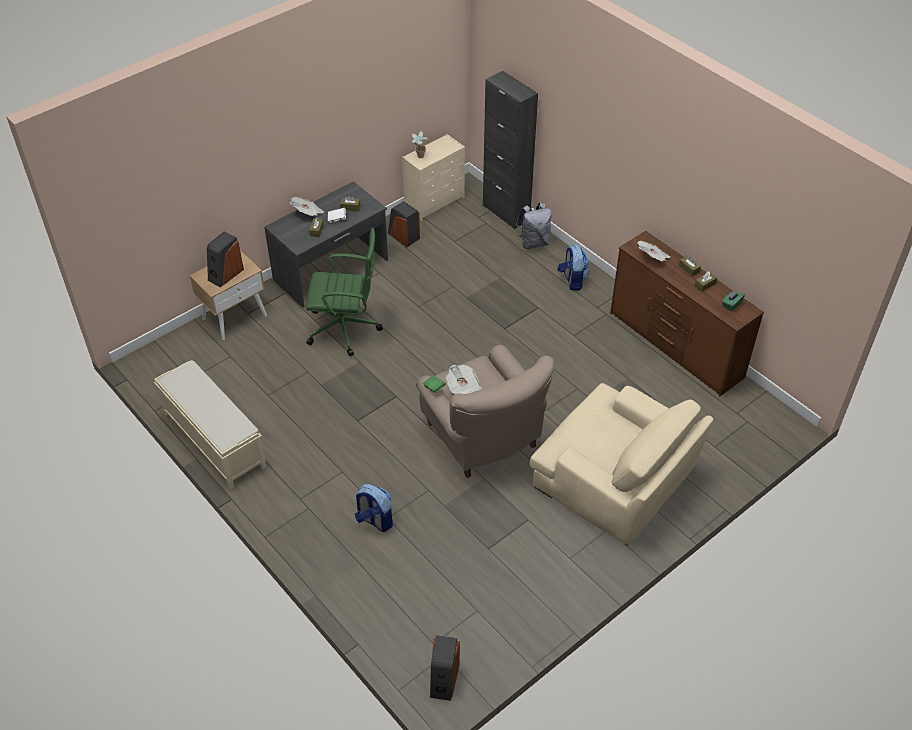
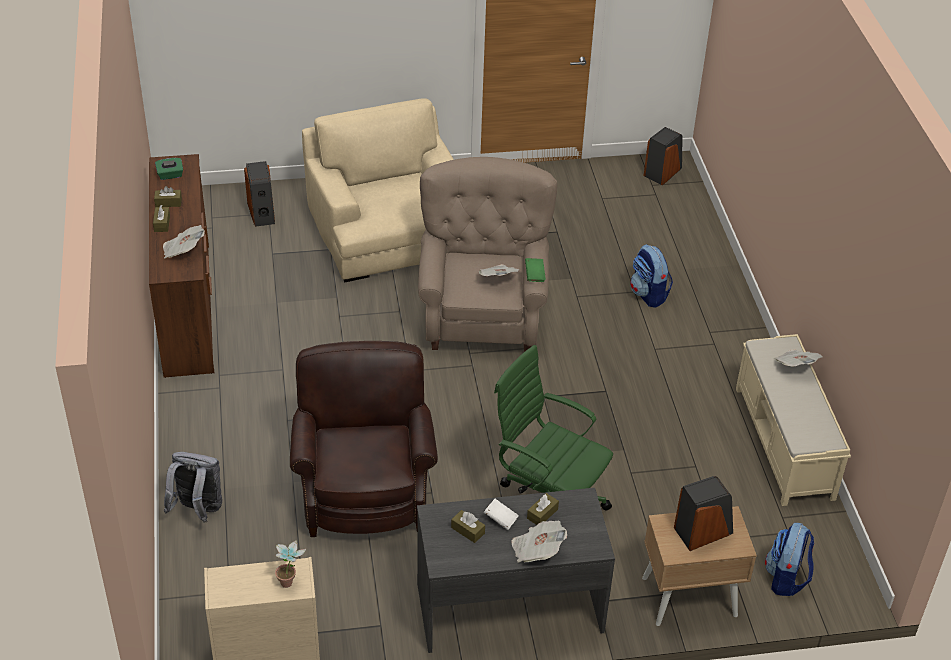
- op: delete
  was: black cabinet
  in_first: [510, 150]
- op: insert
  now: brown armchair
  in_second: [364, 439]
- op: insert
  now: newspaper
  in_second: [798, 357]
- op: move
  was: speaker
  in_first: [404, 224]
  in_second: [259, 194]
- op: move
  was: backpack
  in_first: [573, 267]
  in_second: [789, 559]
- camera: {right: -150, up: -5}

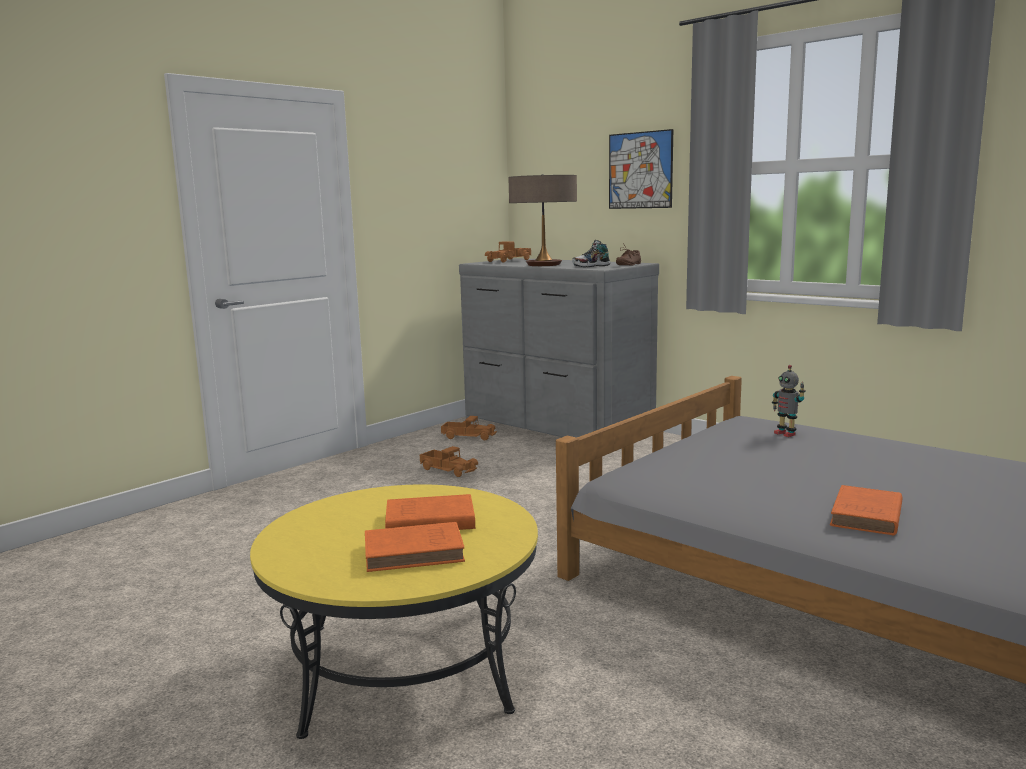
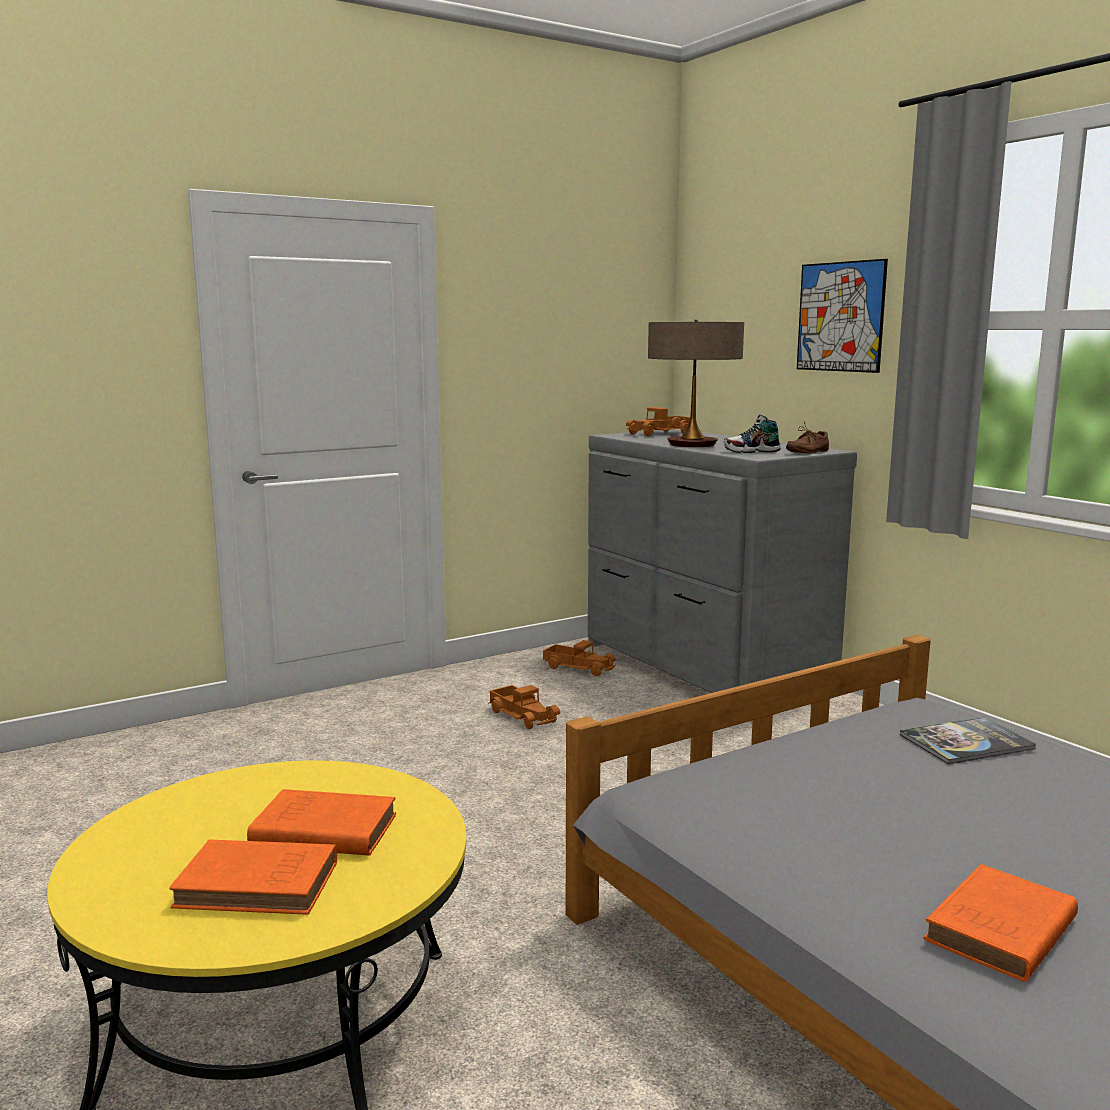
- op: replace
  was: toy robot
  now: book
  in_first: [789, 401]
  in_second: [968, 740]
- camera: {right: 15, up: 0}

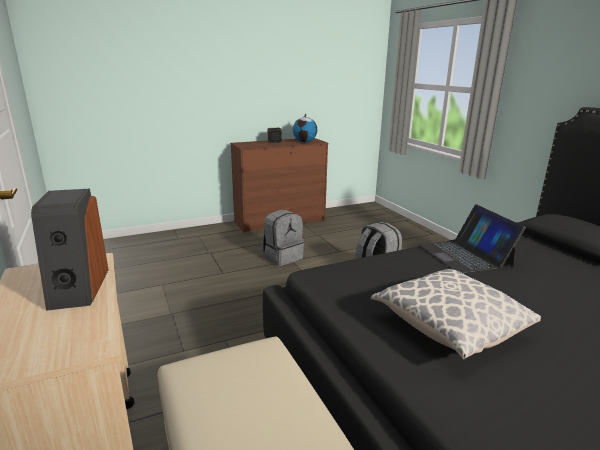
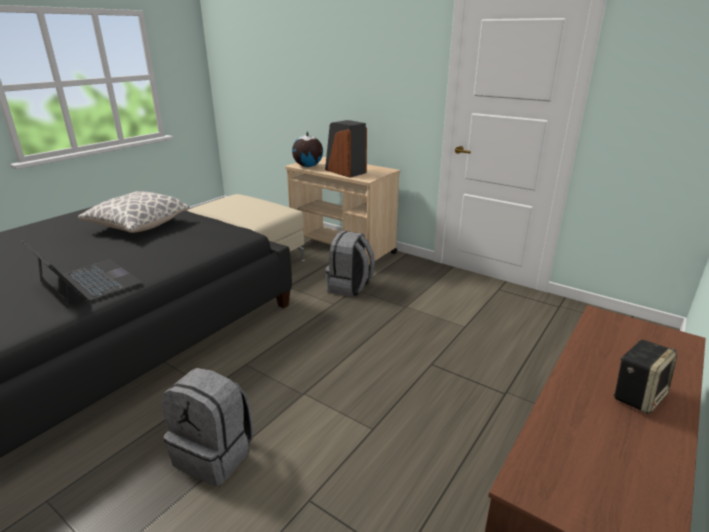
- op: move
  was: grey backpack
  in_first: [283, 238]
  in_second: [350, 264]
- op: move
  was: globe
  in_first: [305, 128]
  in_second: [307, 149]
- camera: {right: 150, up: 5}

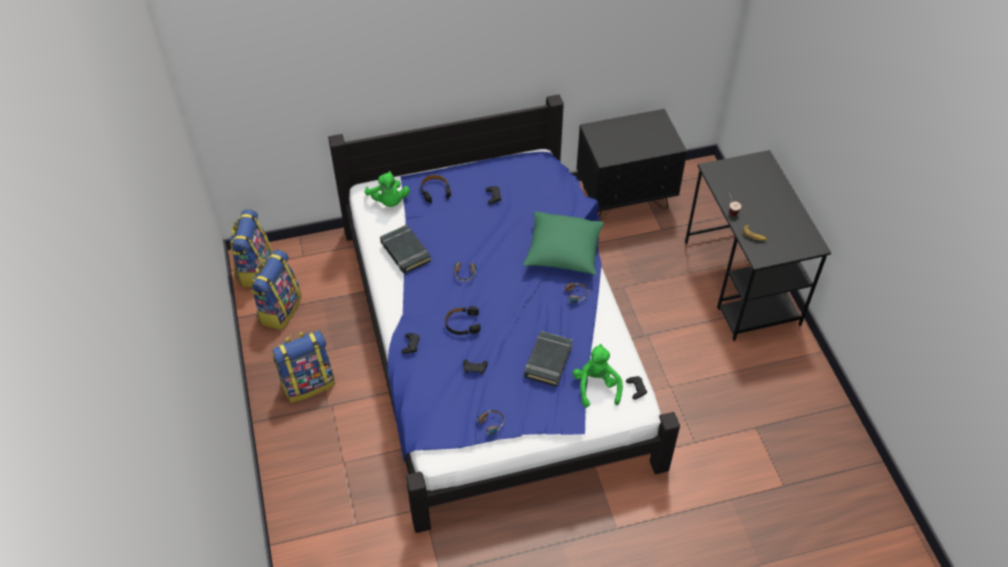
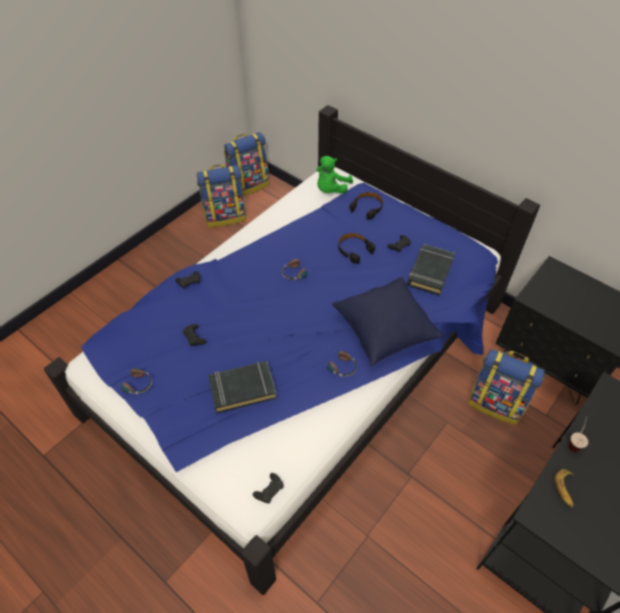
- op: delete
  was: green plush toy
  in_first: [598, 376]
- op: move
  was: backpack
  in_first: [303, 367]
  in_second: [506, 387]
- op: move
  was: black book
  in_first: [405, 249]
  in_second: [431, 270]
- op: move
  was: black headphones
  in_first: [463, 320]
  in_second: [356, 248]
- op: recolor
  was: green pillow
  now: blue pillow
  in_first: [563, 243]
  in_second: [388, 322]
- camera: {right: 55, up: 0}

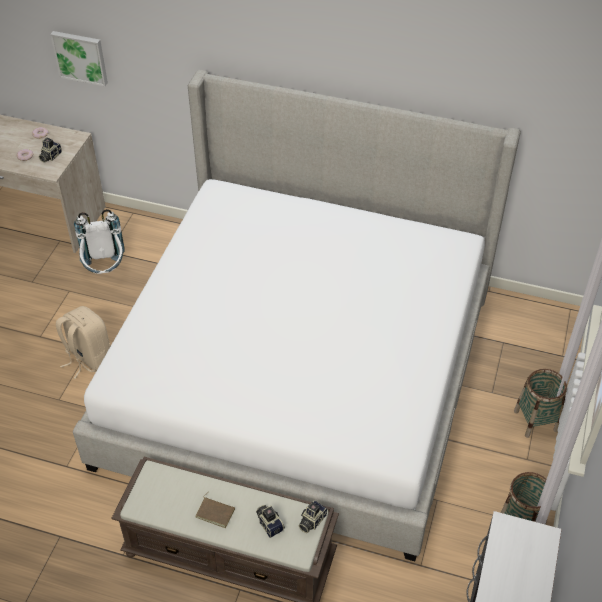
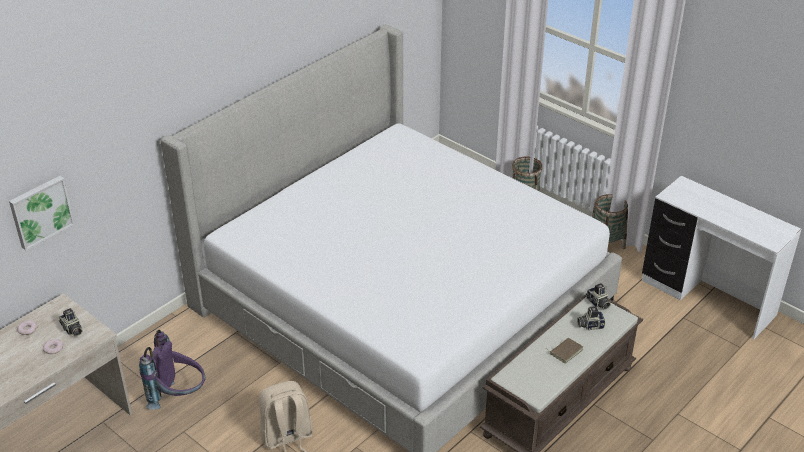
- op: recolor
  was: white backpack
  now: purple backpack
  in_first: [99, 241]
  in_second: [172, 369]
- camera: {right: -65, up: -10}

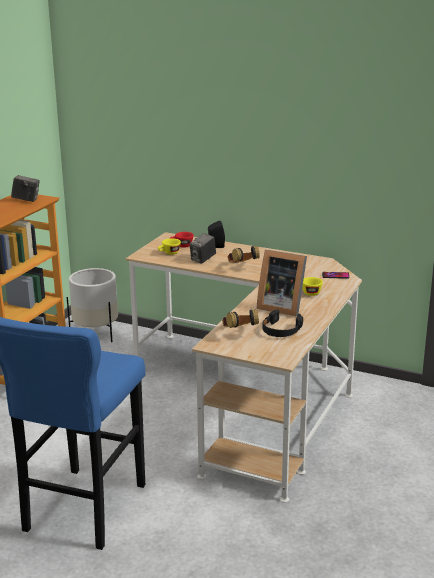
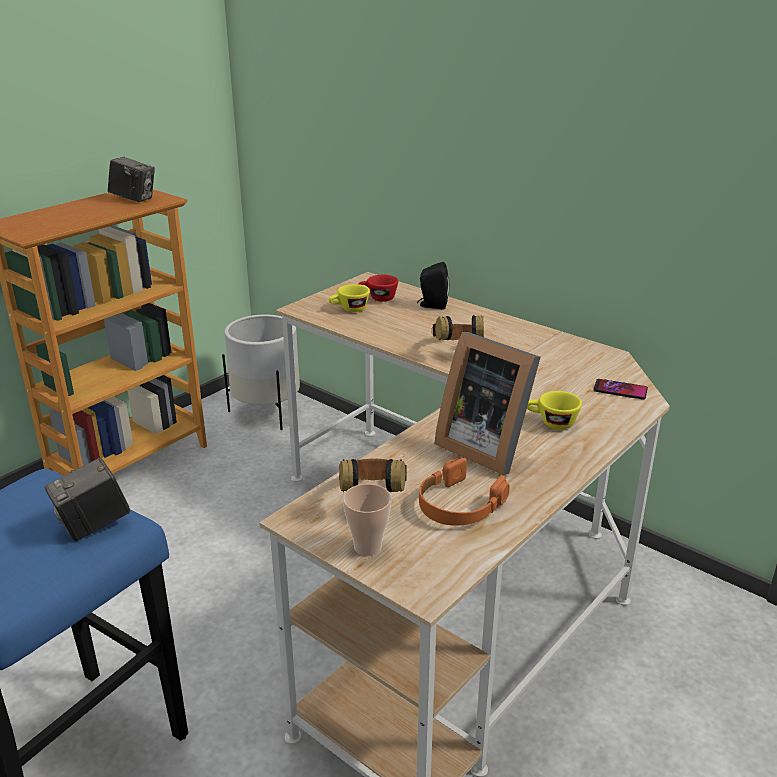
- op: insert
  now: cup
  in_second: [367, 520]
- op: move
  was: photo camera
  in_first: [203, 248]
  in_second: [87, 499]
- op: recolor
  was: black headphones
  now: orange headphones
  in_first: [283, 323]
  in_second: [464, 492]
- camera: {right: 15, up: 5}

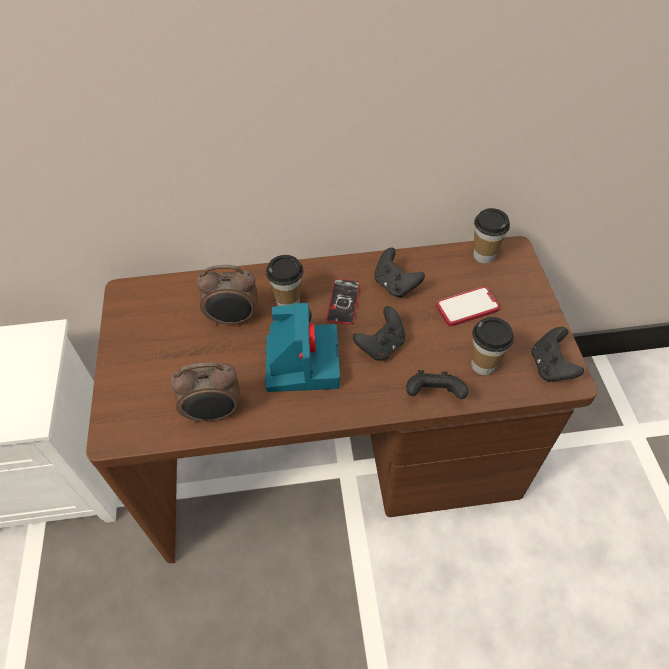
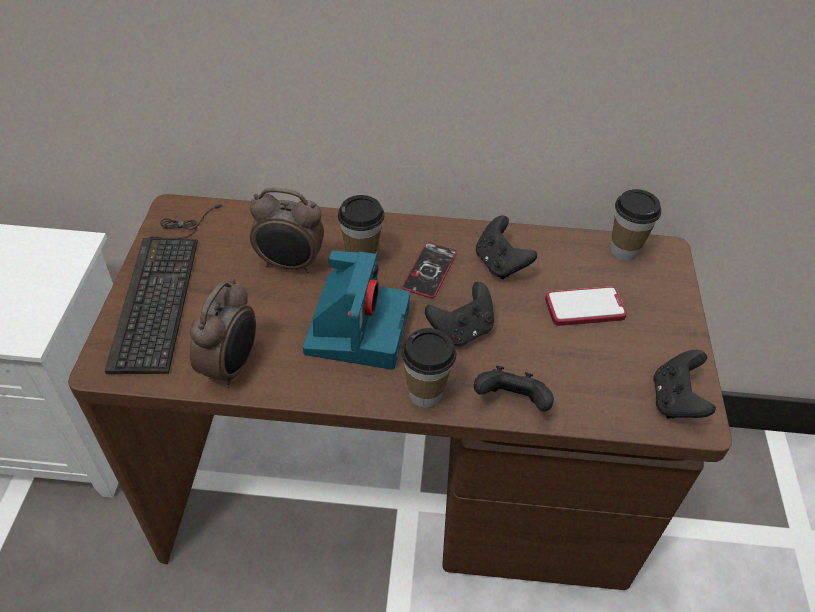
- op: insert
  now: keyboard
  in_second: [163, 289]
- op: move
  was: cup
  in_first: [492, 346]
  in_second: [428, 368]
- op: rotate
  was: alarm clock
  in_first: [205, 392]
  in_second: [223, 333]
  clockwise: -75
- camera: {right: 10, up: -5}

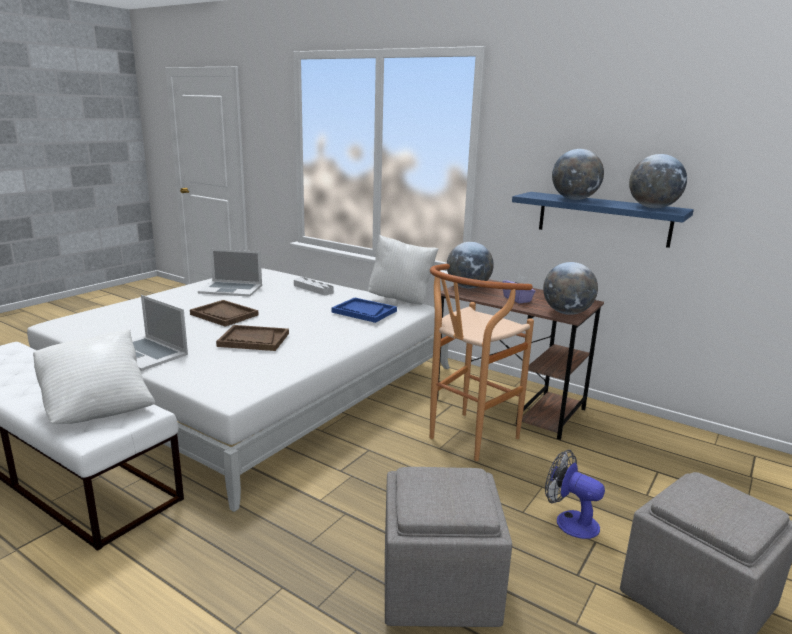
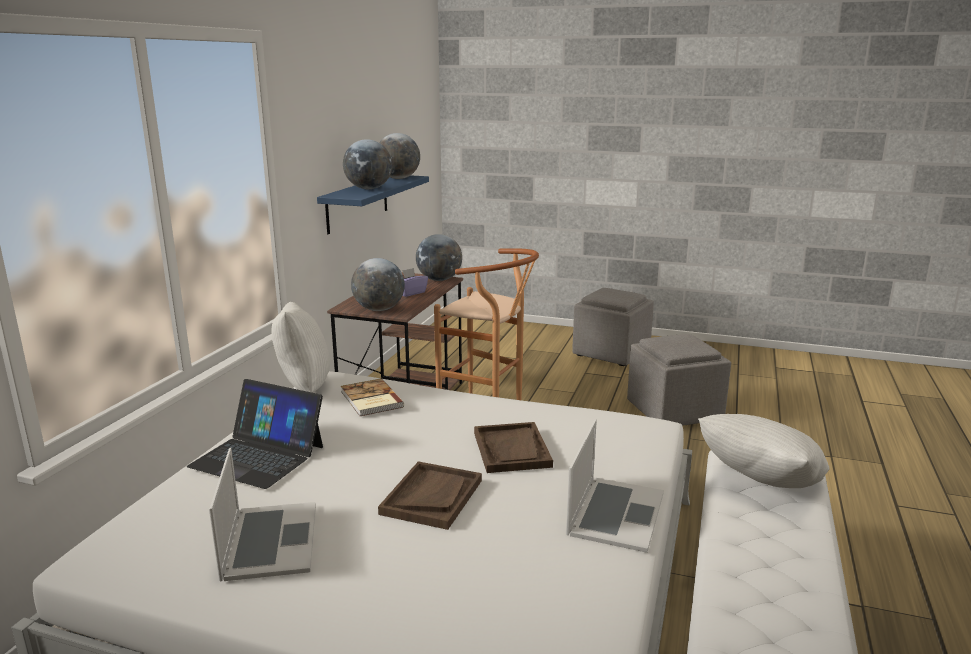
- op: delete
  was: fan
  in_first: [575, 494]
- op: replace
  was: grey tray
  now: laptop
  in_first: [314, 286]
  in_second: [255, 434]
- op: replace
  was: blue tray
  now: book
  in_first: [364, 310]
  in_second: [372, 397]
- camera: {right: -105, up: 0}

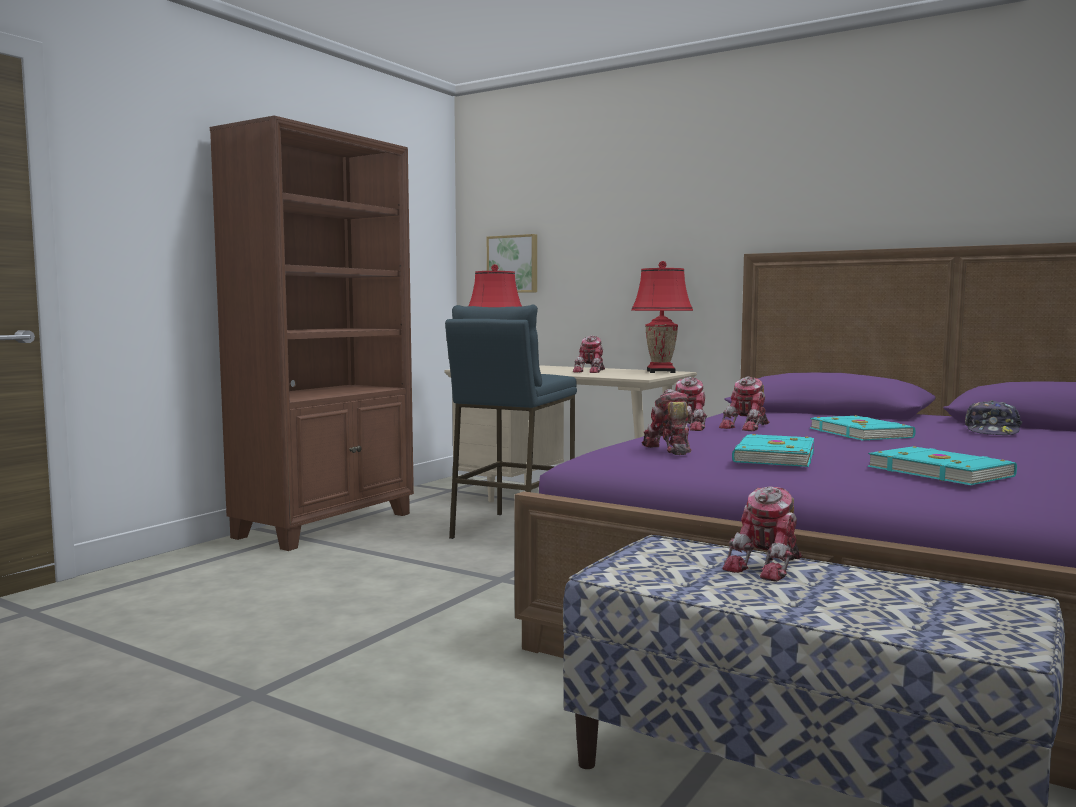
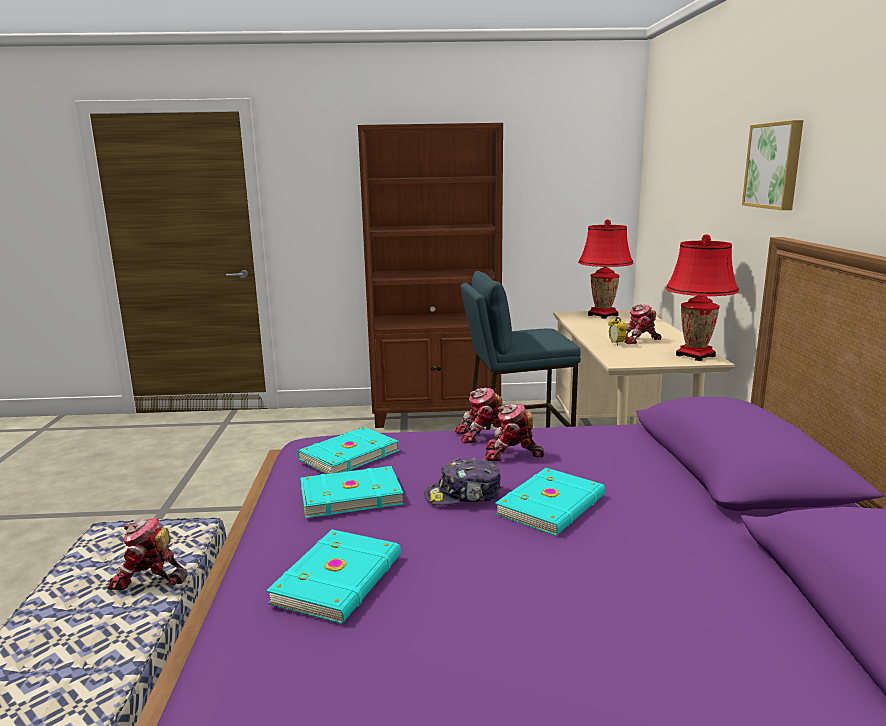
- op: insert
  now: alarm clock
  in_second: [617, 331]
- op: move
  was: picture
  in_first: [512, 263]
  in_second: [772, 165]
- op: move
  was: cap
  in_first: [993, 417]
  in_second: [462, 481]
- op: replace
  was: toy robot
  now: turquoise book
  in_first: [667, 422]
  in_second: [348, 450]
- camera: {right: 55, up: 10}

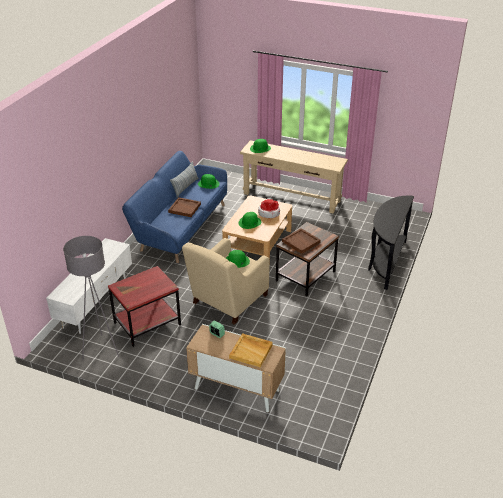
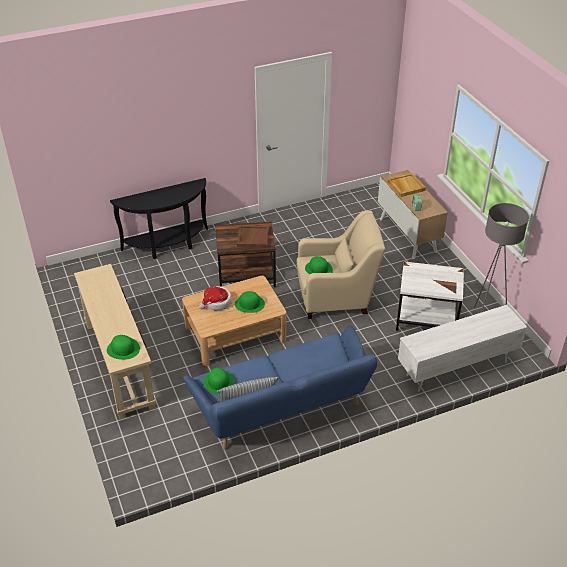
- op: delete
  was: brown tray
  in_first: [184, 207]
- op: recolor
  was: red side table
  now: white side table
  in_first: [144, 306]
  in_second: [430, 296]
- camera: {right: -135, up: 5}

